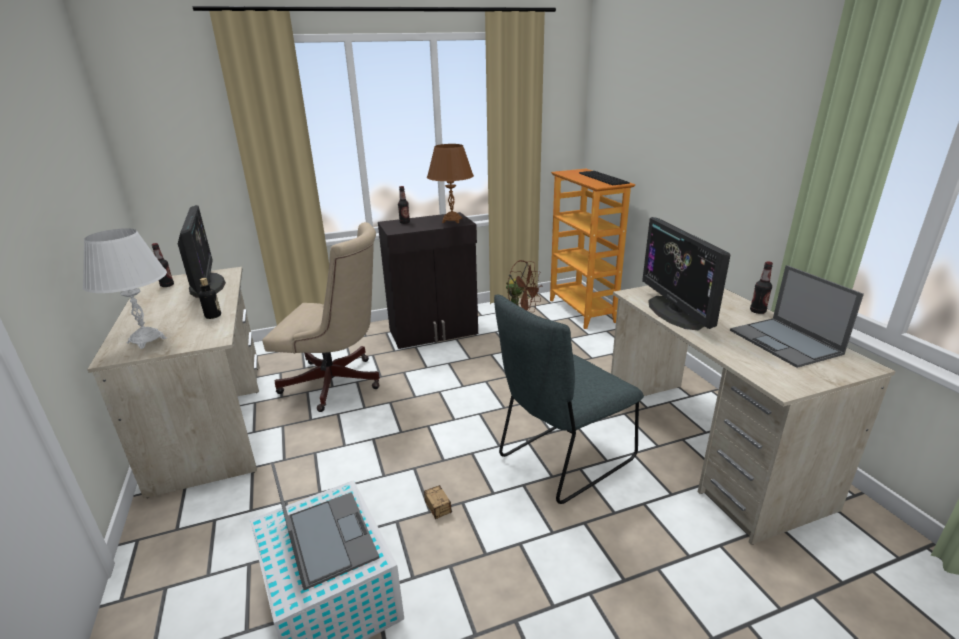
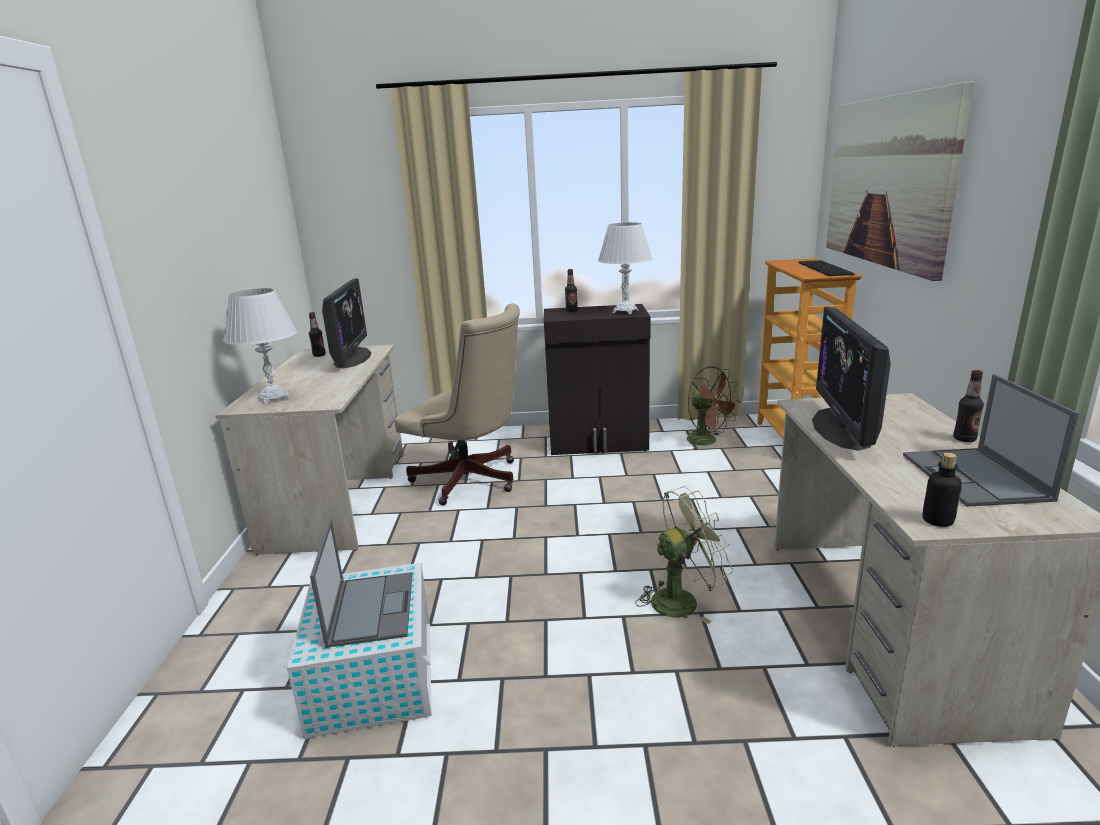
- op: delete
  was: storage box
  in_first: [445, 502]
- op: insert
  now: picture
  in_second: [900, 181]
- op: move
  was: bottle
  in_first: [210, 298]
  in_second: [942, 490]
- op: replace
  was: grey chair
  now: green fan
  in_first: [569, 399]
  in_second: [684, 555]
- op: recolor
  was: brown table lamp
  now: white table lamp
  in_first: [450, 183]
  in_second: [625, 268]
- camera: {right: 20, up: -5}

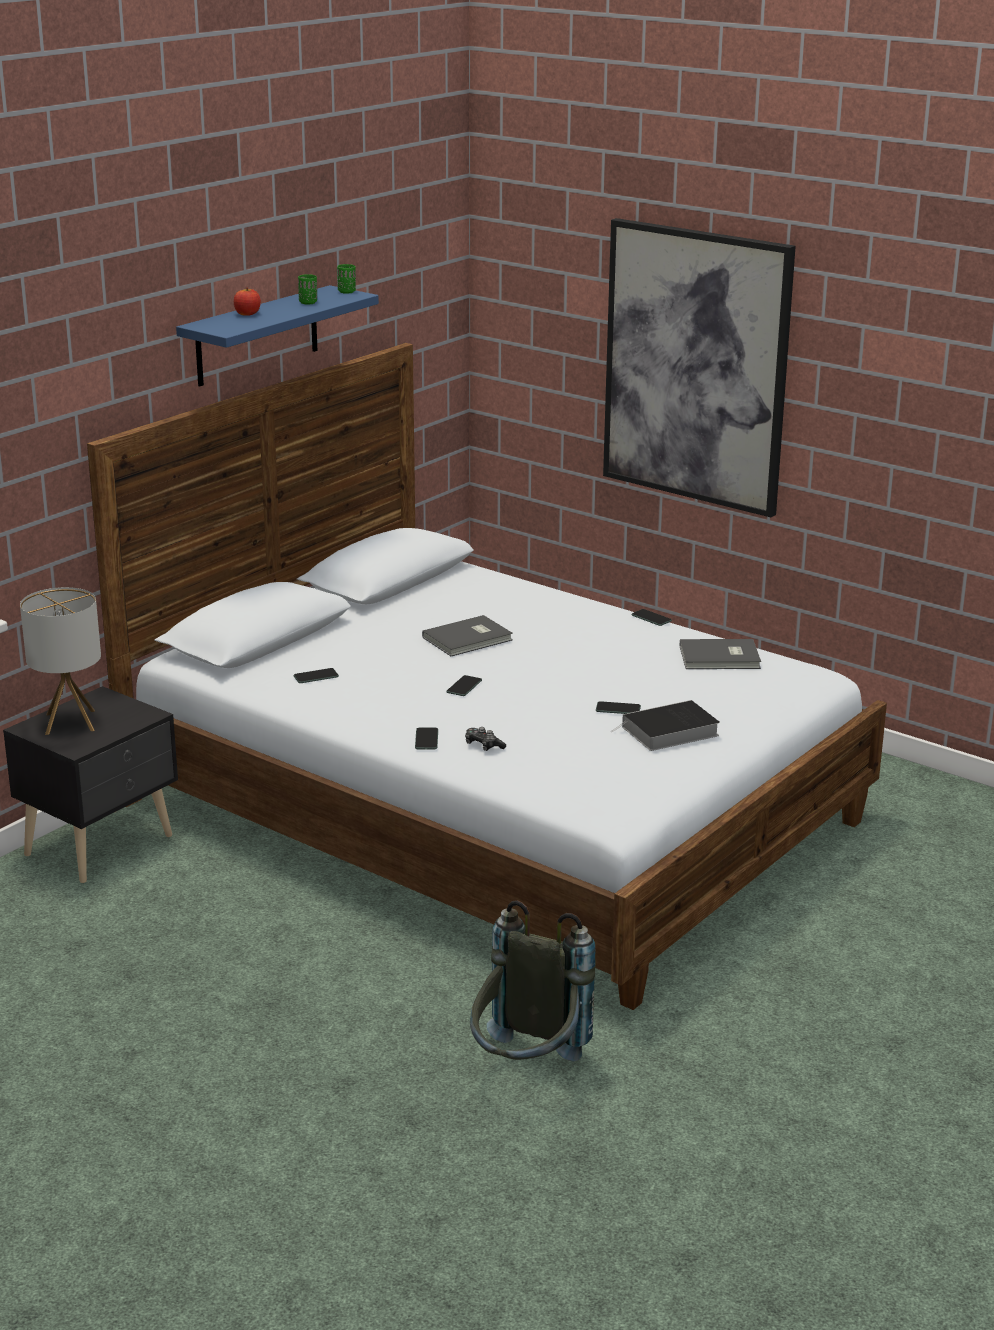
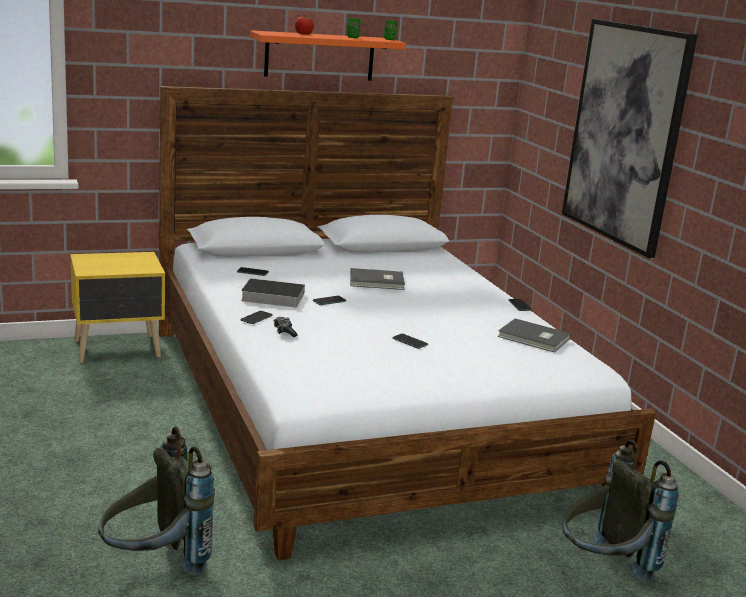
- op: delete
  was: table lamp
  in_first: [60, 661]
- op: insert
  now: grey backpack
  in_second: [620, 511]
- op: move
  was: book
  in_first: [666, 725]
  in_second: [271, 292]
- op: recolor
  was: black nightstand
  now: yellow nightstand
  in_first: [90, 784]
  in_second: [117, 307]
- op: recolor
  was: blue shelf
  now: orange shelf
  in_first: [277, 335]
  in_second: [327, 55]
- camera: {right: 30, up: -5}

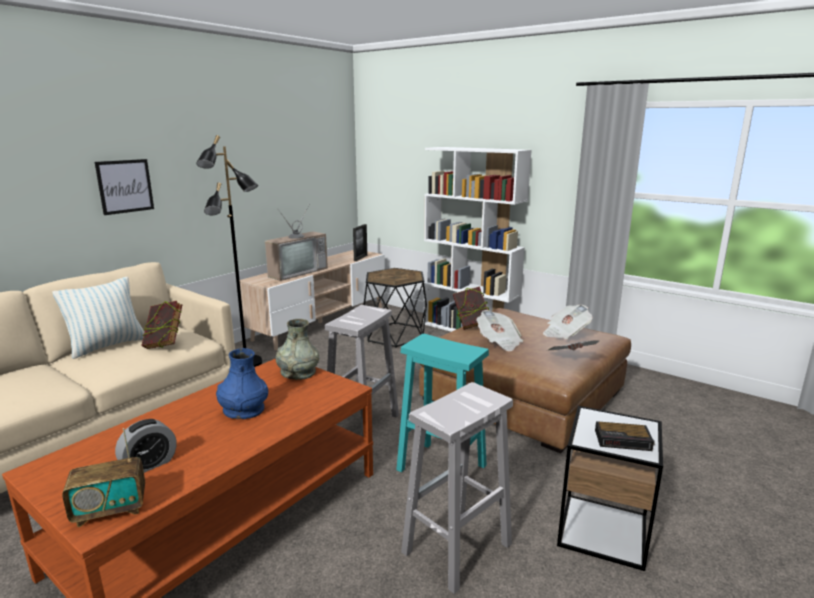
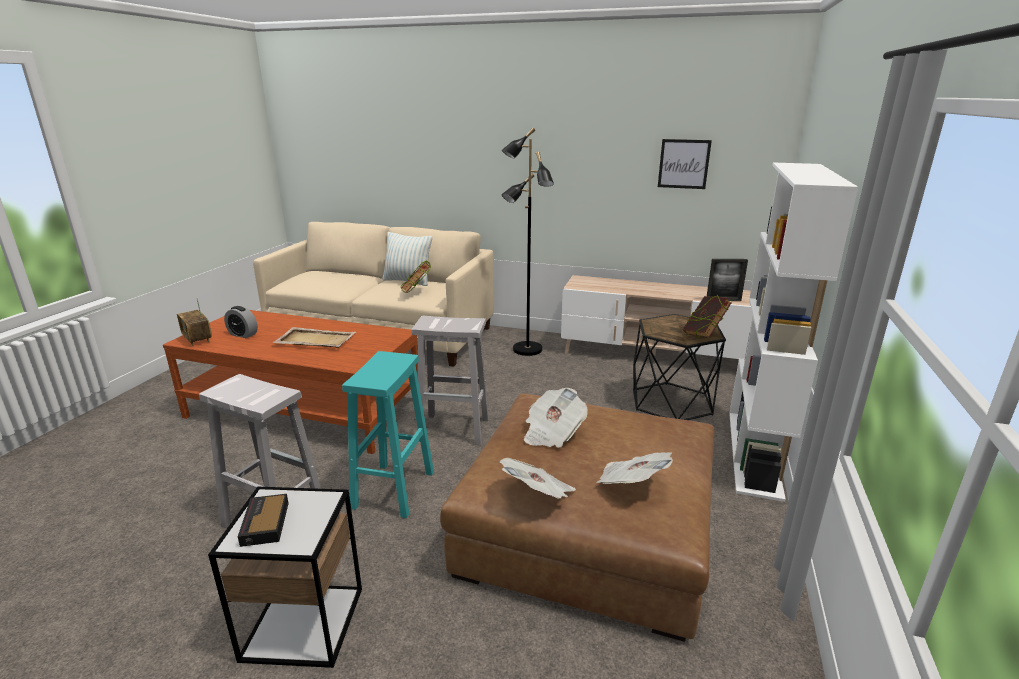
- op: delete
  was: television
  in_first: [296, 243]
- op: delete
  was: grey vase
  in_first: [297, 349]
- op: move
  was: picture
  in_first: [124, 187]
  in_second: [685, 164]
- op: move
  was: book
  in_first: [471, 308]
  in_second: [707, 316]
- op: replace
  was: blue vase
  now: beige tray
  in_first: [242, 383]
  in_second: [314, 337]
- camera: {right: 70, up: 5}

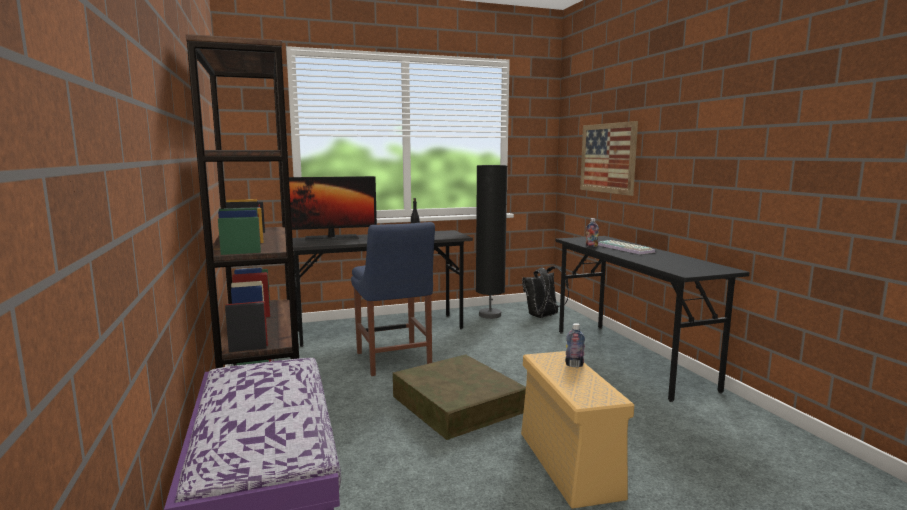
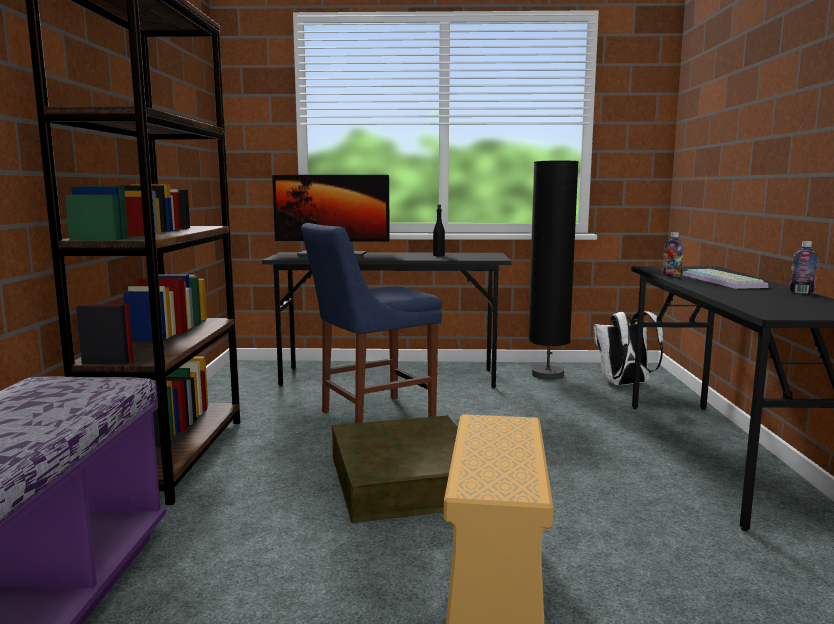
- op: delete
  was: picture
  in_first: [609, 158]
- op: move
  was: bottle
  in_first: [575, 345]
  in_second: [803, 267]
- op: recolor
  was: black backpack
  now: white backpack
  in_first: [545, 292]
  in_second: [628, 348]
- op: rotate
  was: blue chair
  in_first: [393, 299]
  in_second: [371, 323]
  clockwise: 60
- camera: {right: 20, up: 0}

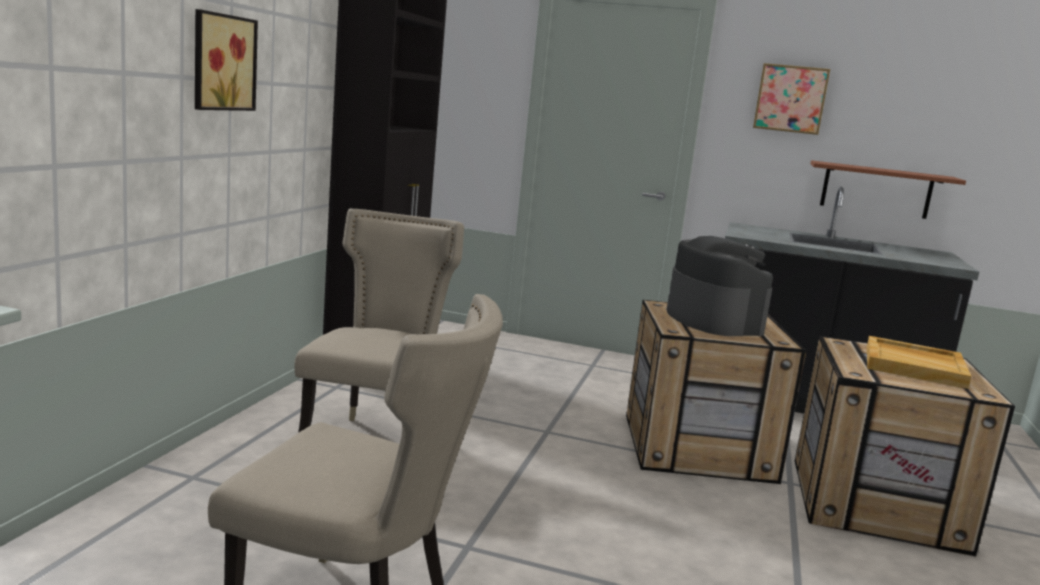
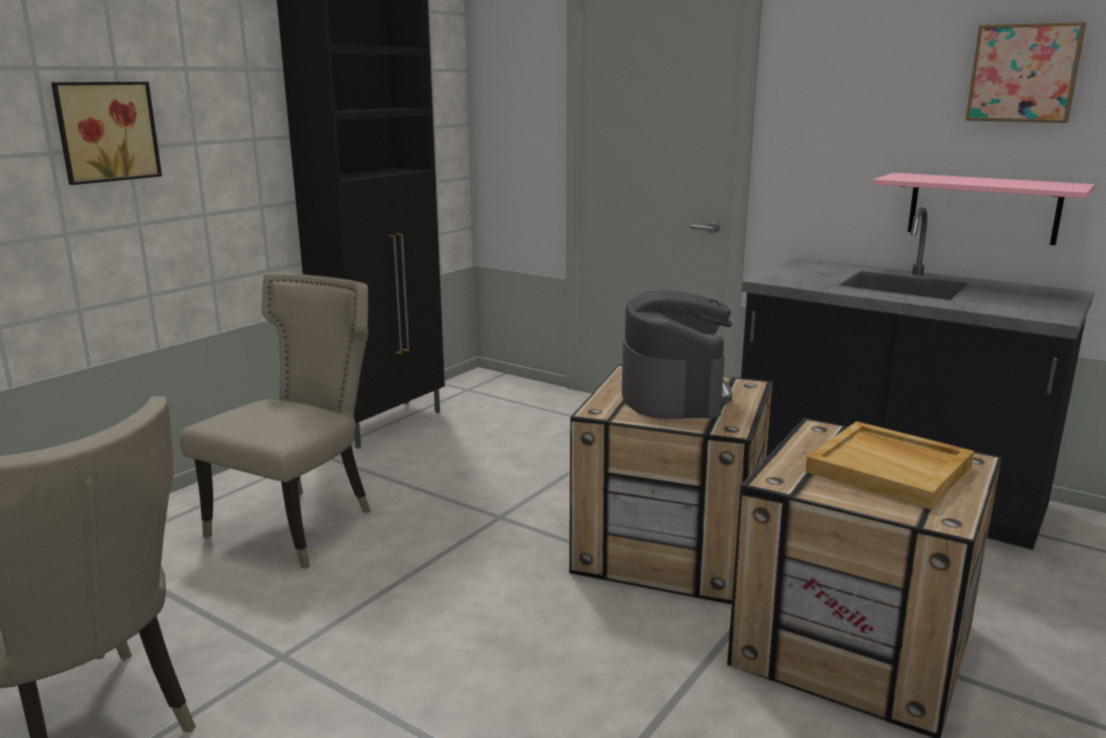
- op: move
  was: picture
  in_first: [791, 99]
  in_second: [1026, 72]
- op: recolor
  was: brown shelf
  now: pink shelf
  in_first: [888, 189]
  in_second: [983, 209]
- camera: {right: 20, up: 5}

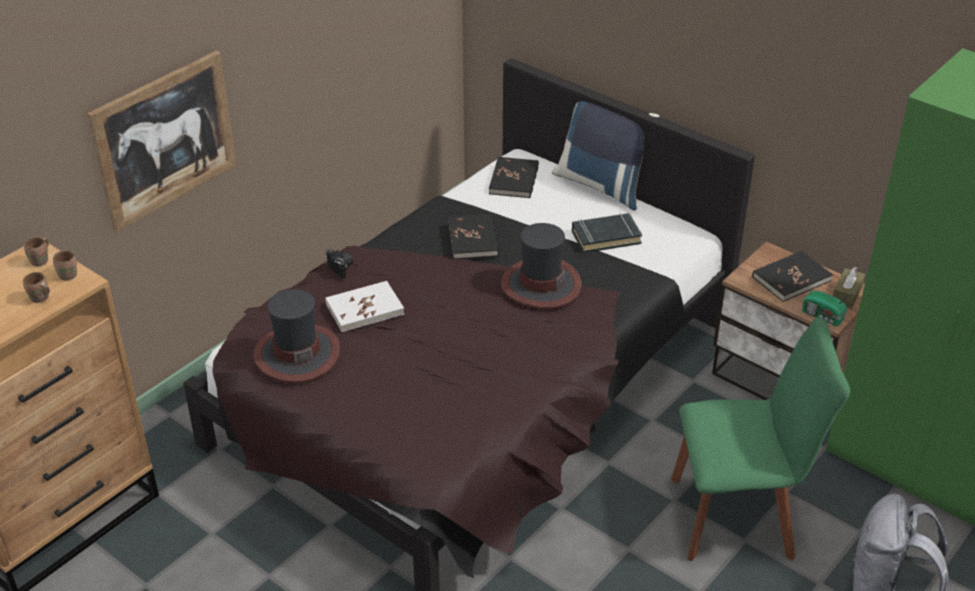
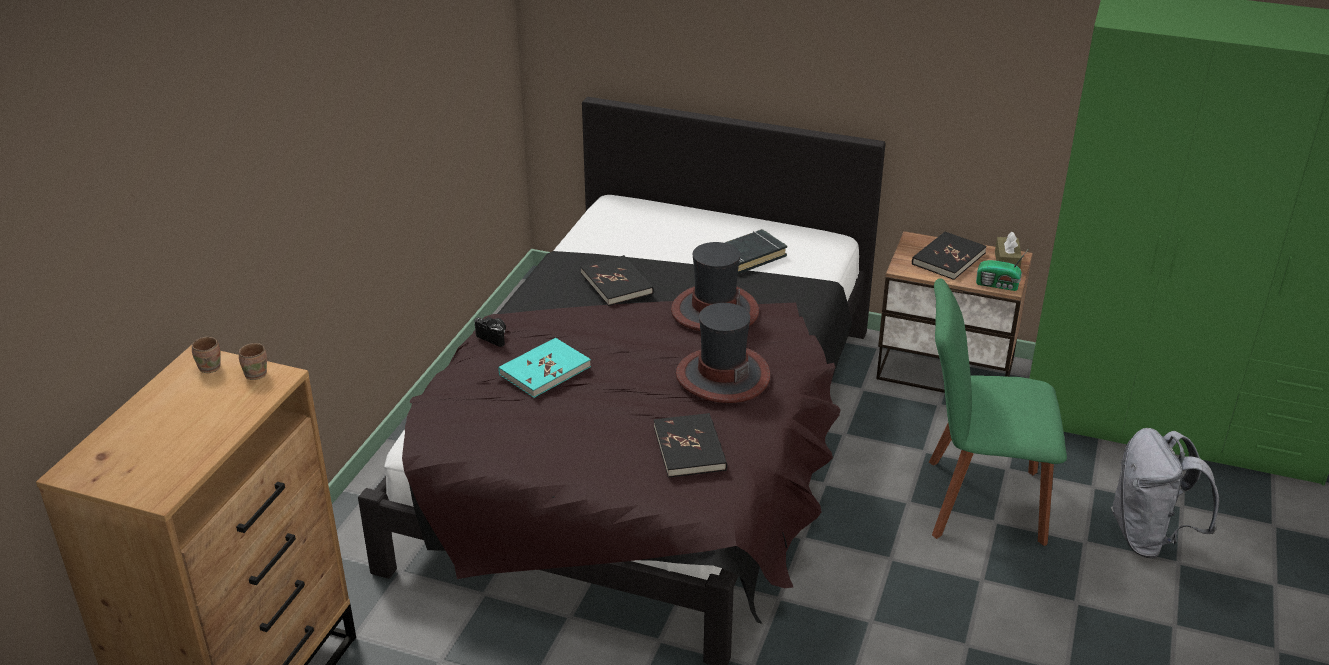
- op: delete
  was: brown mug
  in_first: [36, 287]
- op: delete
  was: picture
  in_first: [161, 141]
- op: delete
  was: blue pillow
  in_first: [606, 155]
- op: move
  was: hat
  in_first: [297, 336]
  in_second: [723, 353]
- op: move
  was: black book
  in_first: [514, 177]
  in_second: [690, 445]
- op: recolor
  was: white book
  now: turquoise book
  in_first: [364, 306]
  in_second: [544, 368]
- op: rotate
  was: green chair
  in_first: [760, 439]
  in_second: [998, 412]
  clockwise: -150
- camera: {right: -20, up: -5}

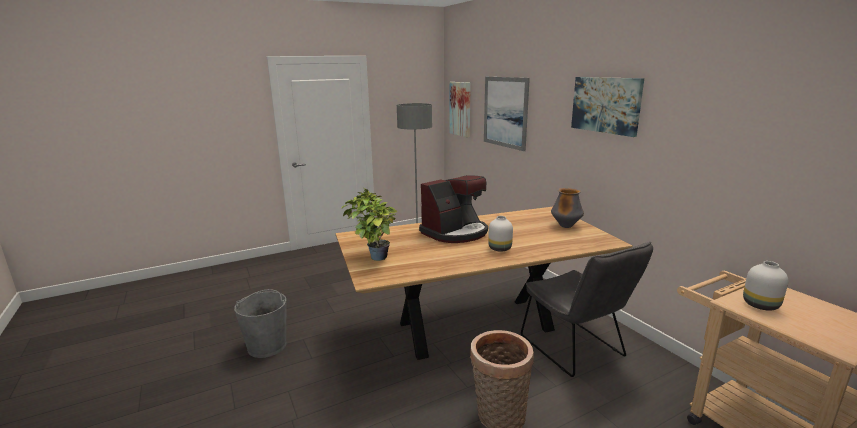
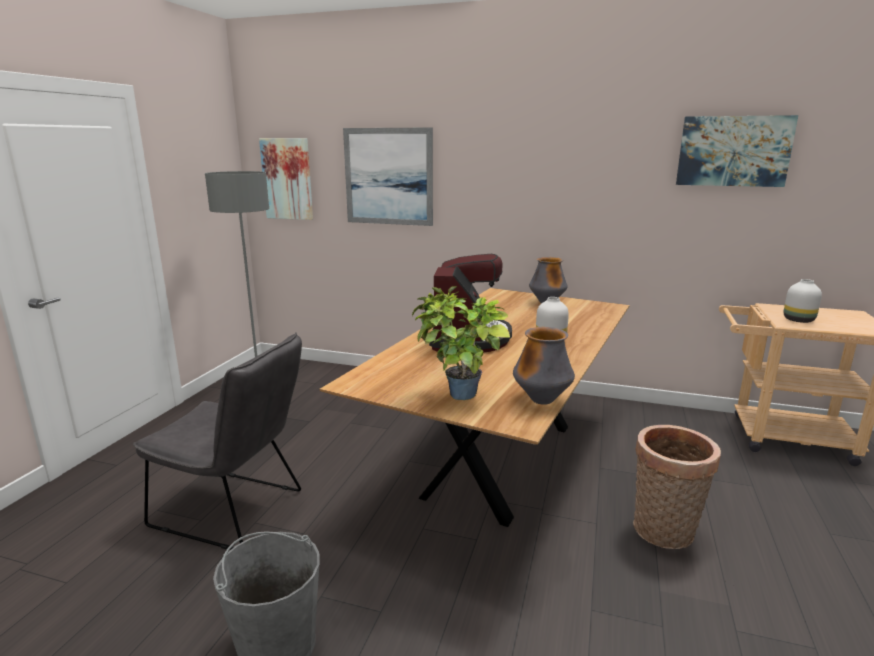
- op: insert
  now: vase
  in_second: [544, 366]
- op: move
  was: grey chair
  in_first: [587, 309]
  in_second: [217, 441]
- op: move
  was: picture
  in_first: [607, 107]
  in_second: [737, 151]
- camera: {right: -45, up: 0}

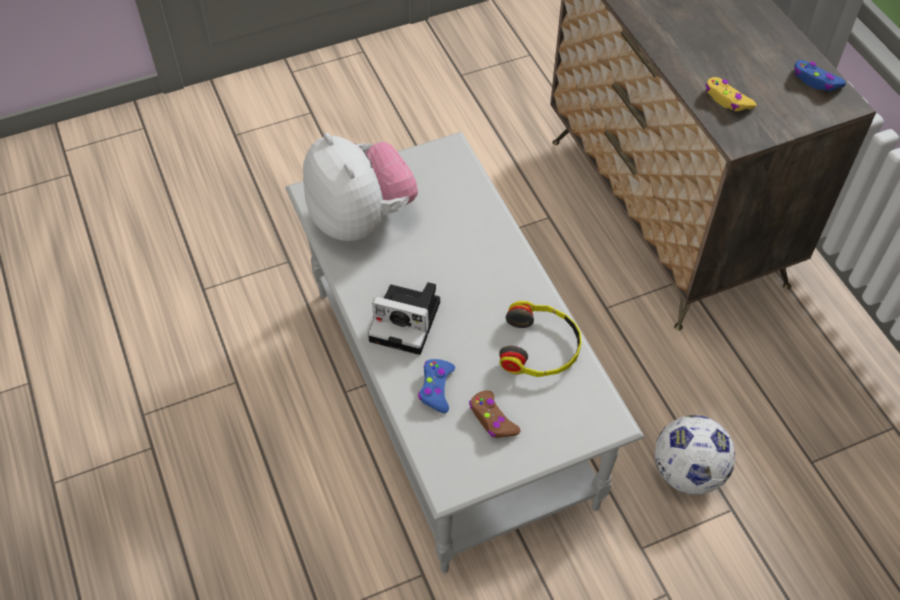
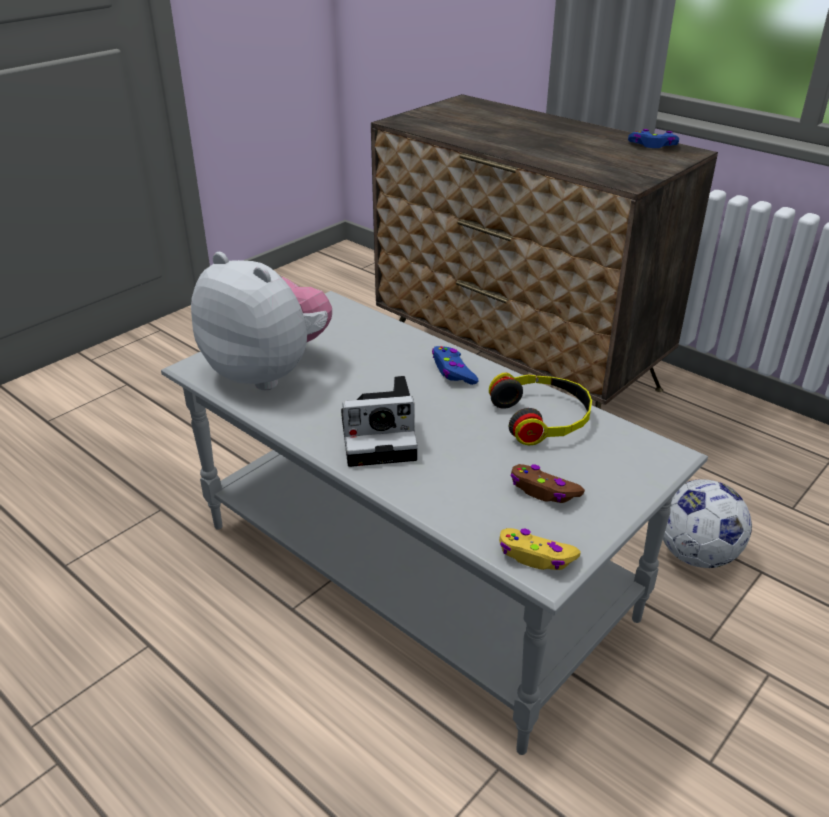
- op: move
  was: blue game controller
  in_first: [436, 386]
  in_second: [455, 365]
- op: move
  was: yellow game controller
  in_first: [730, 94]
  in_second: [540, 549]
- camera: {right: -25, up: -20}

